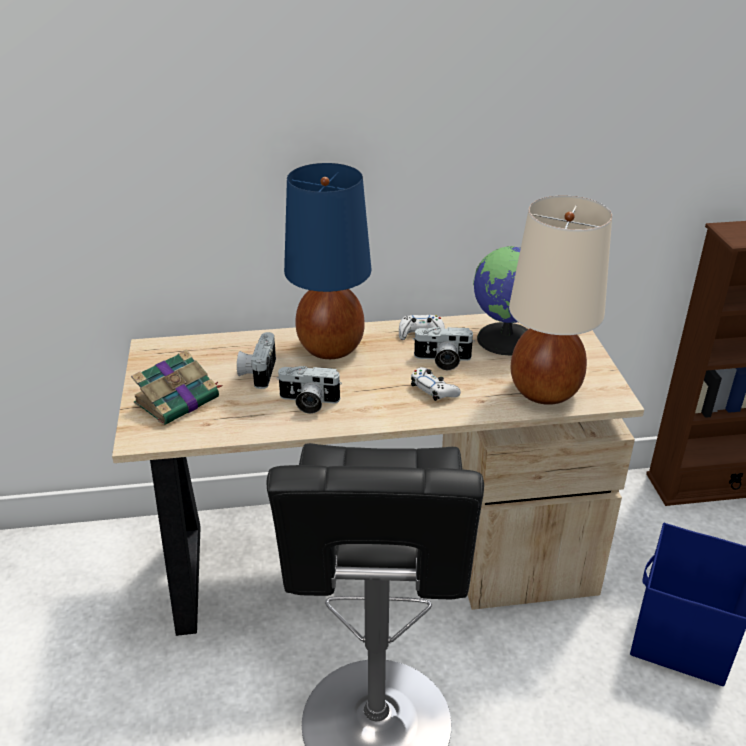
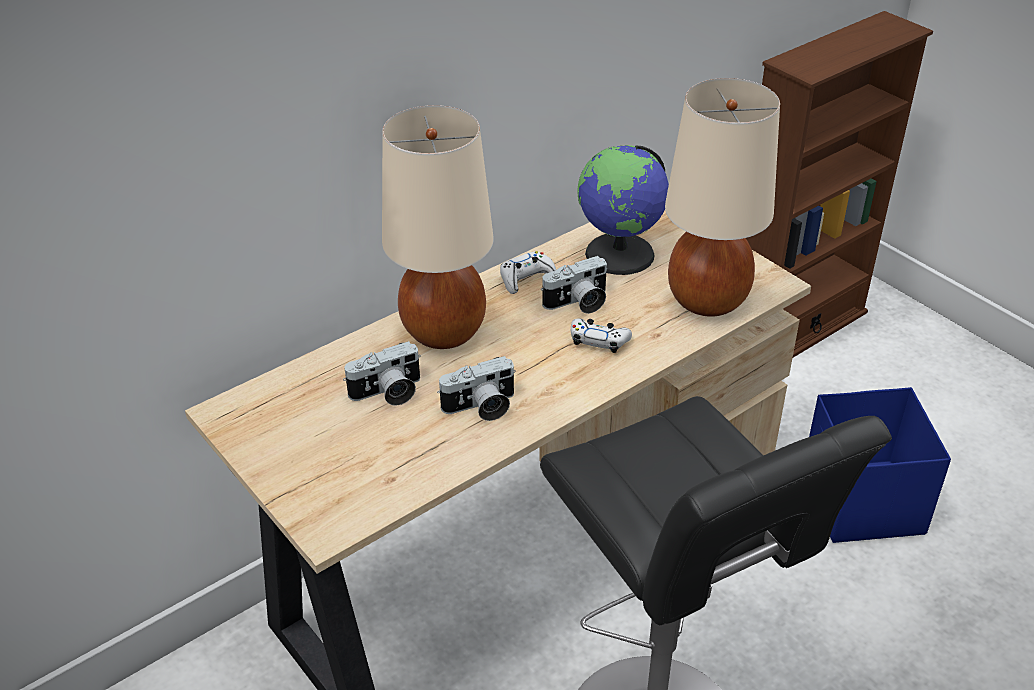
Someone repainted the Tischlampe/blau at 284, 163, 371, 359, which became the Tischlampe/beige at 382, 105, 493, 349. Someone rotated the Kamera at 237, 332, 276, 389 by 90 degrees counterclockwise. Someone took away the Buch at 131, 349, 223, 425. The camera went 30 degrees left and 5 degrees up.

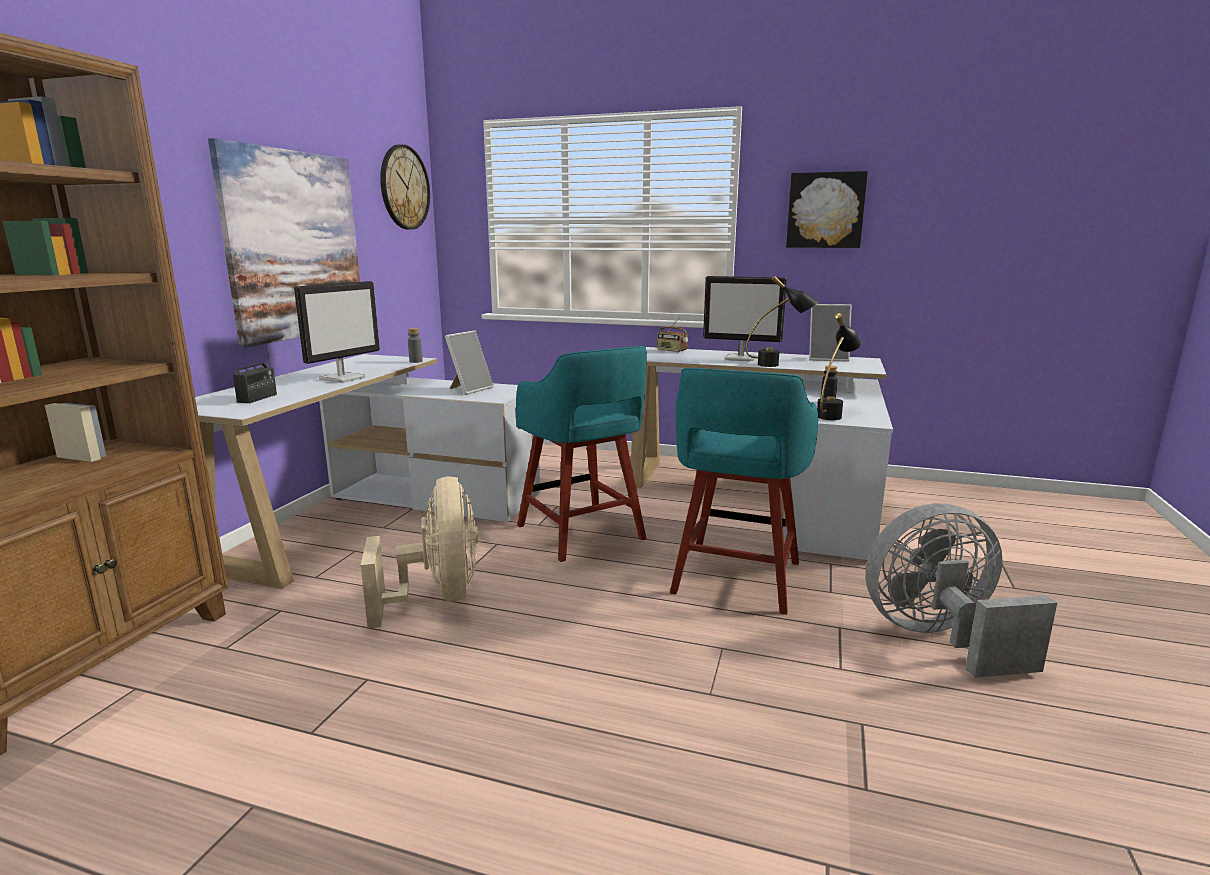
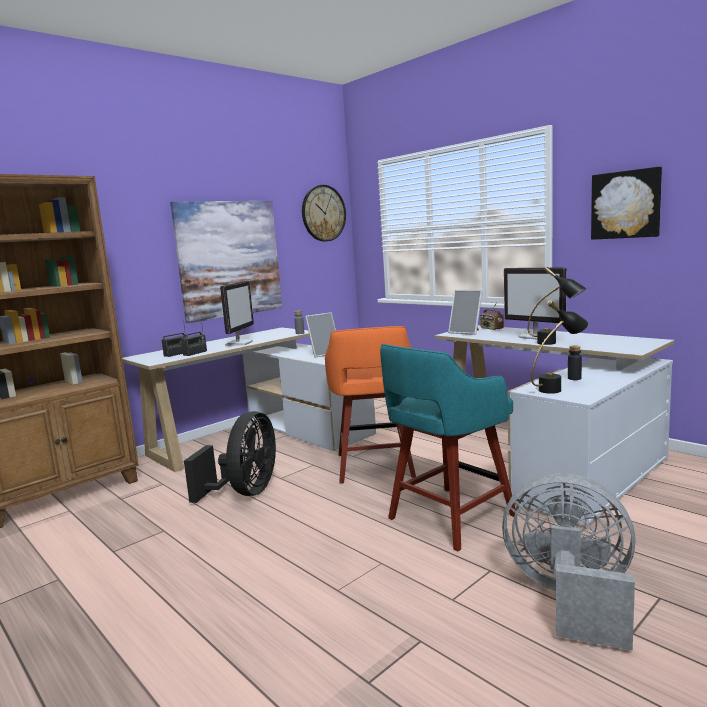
Someone rotated the Monitor at 294, 281, 380, 383 by 45 degrees counterclockwise. Someone carried the Bilderrahmen from 809, 304, 852, 362 to 448, 290, 482, 335. Someone repainted the Hocker/türkis at 515, 346, 647, 562, which became the Hocker/orange at 325, 326, 416, 484. Someone repainted the Ventilator/beige at 361, 476, 478, 628, which became the Ventilator/schwarz at 184, 411, 276, 503. Someone put down the Radio at 181, 320, 207, 356. The camera went 30 degrees right and 5 degrees down.

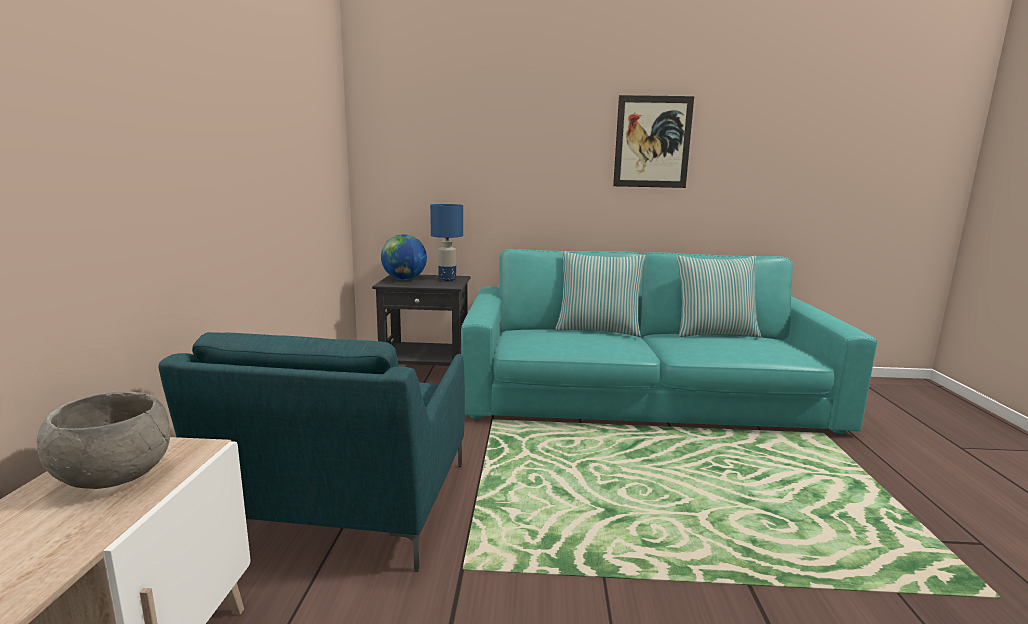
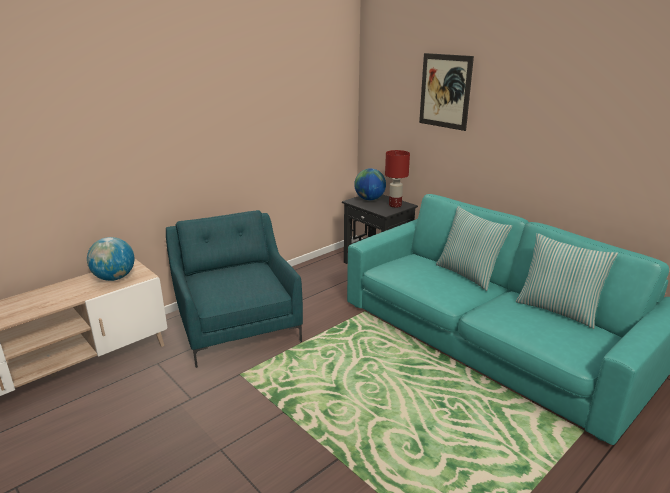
Someone carried the Bild from 613, 95, 694, 188 to 419, 53, 474, 131. Someone repainted the Tischlampe/blau at 430, 204, 463, 281, which became the Tischlampe/rot at 385, 150, 410, 208. Someone rotated the Sessel/türkis at 158, 332, 465, 572 by 105 degrees clockwise. Someone swapped the Schüssel/grau at 37, 391, 170, 489 for the Globus at 87, 237, 135, 281. The camera went 45 degrees right and 10 degrees up.

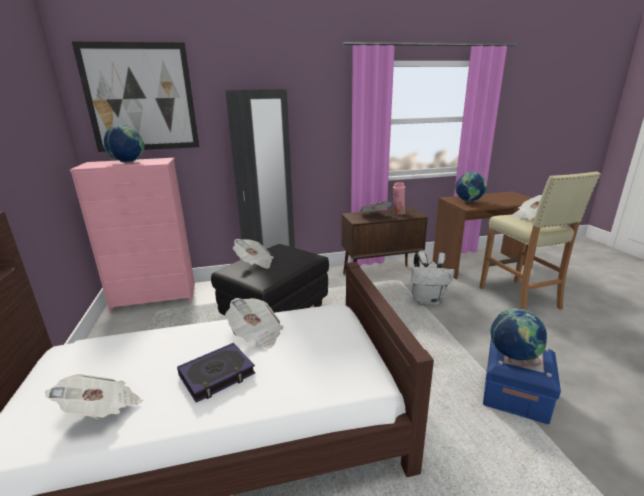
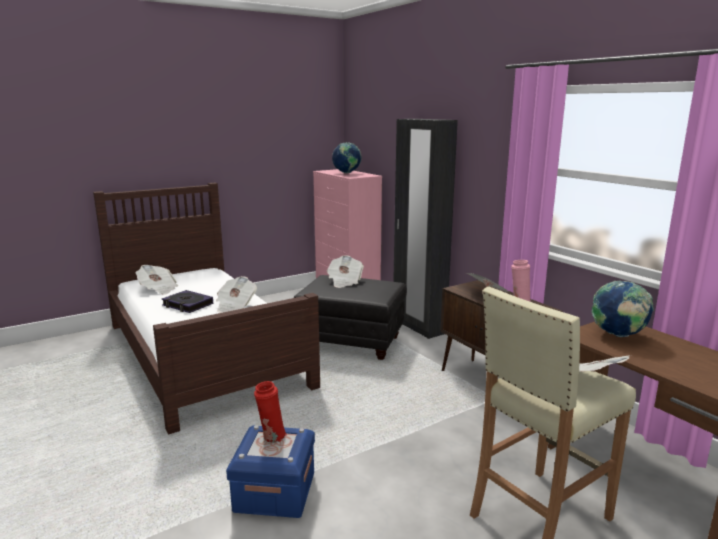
Someone took away the Bild at 72, 42, 199, 152. Someone took away the Rucksack/weiß at 411, 252, 455, 305. Someone swapped the Globus at 490, 308, 547, 361 for the Vase/rot at 254, 381, 287, 443. The camera went 70 degrees right and 5 degrees down.

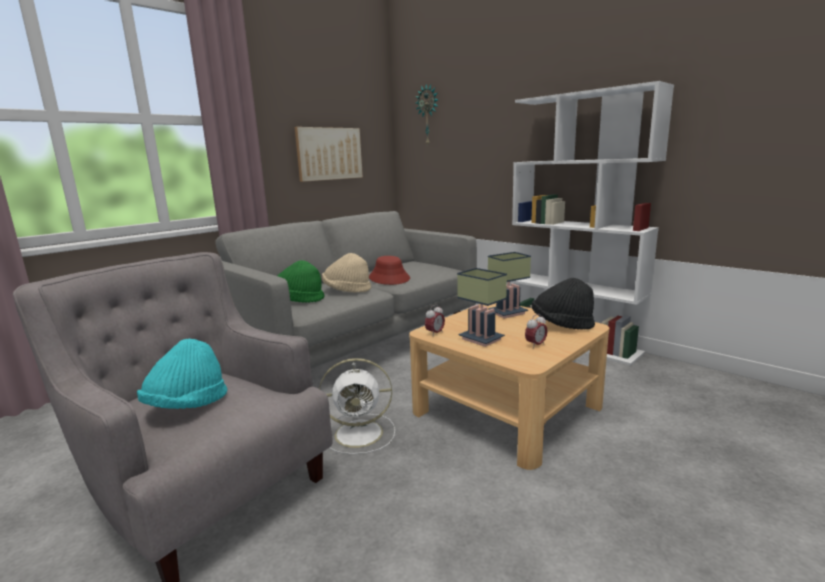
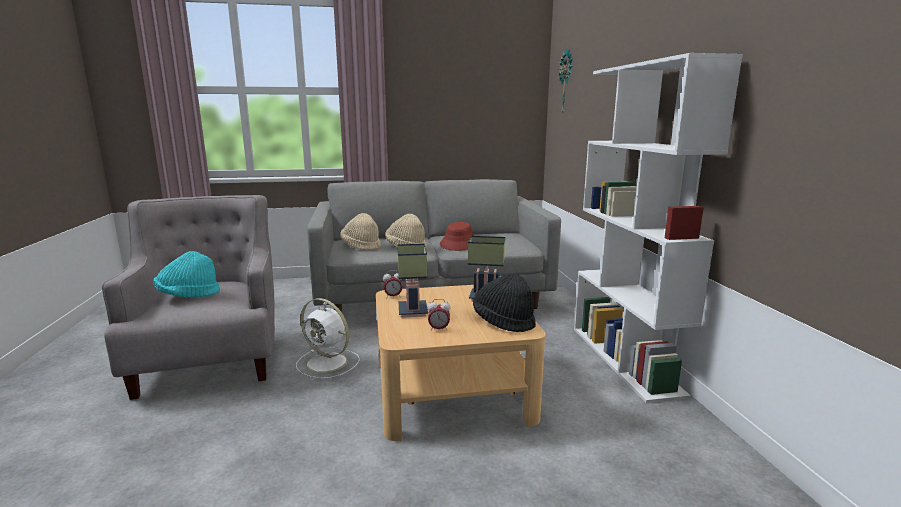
Someone took away the Bild at 295, 127, 363, 182. Someone repainted the Hut/grün at 278, 260, 325, 303, which became the Hut/beige at 340, 213, 381, 251. The camera went 35 degrees right and 0 degrees up.

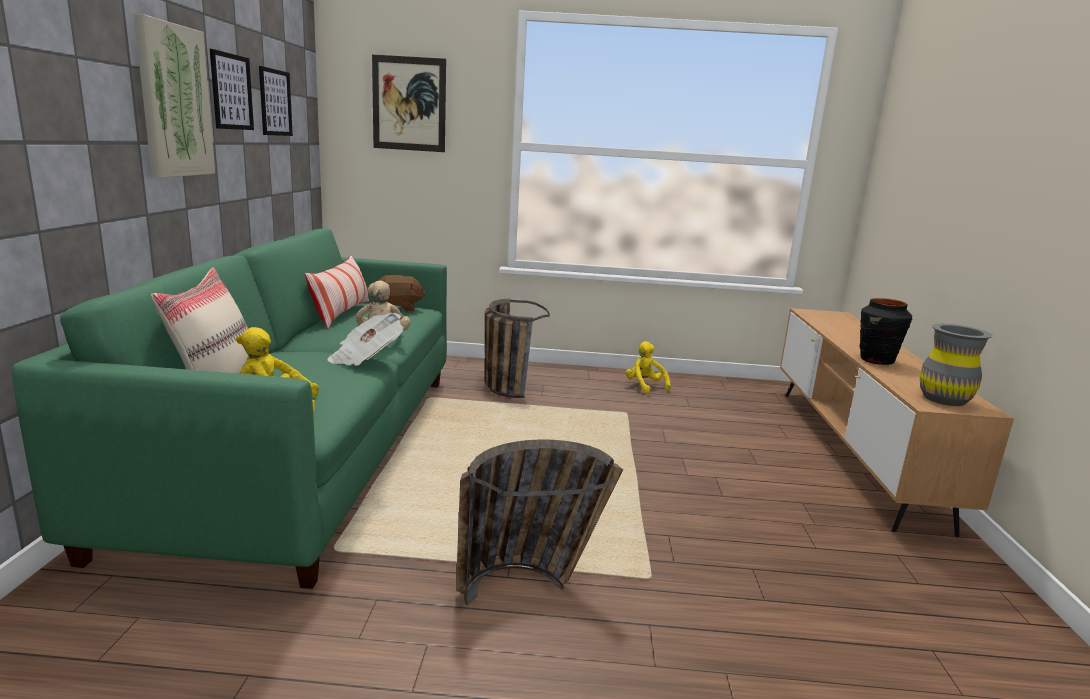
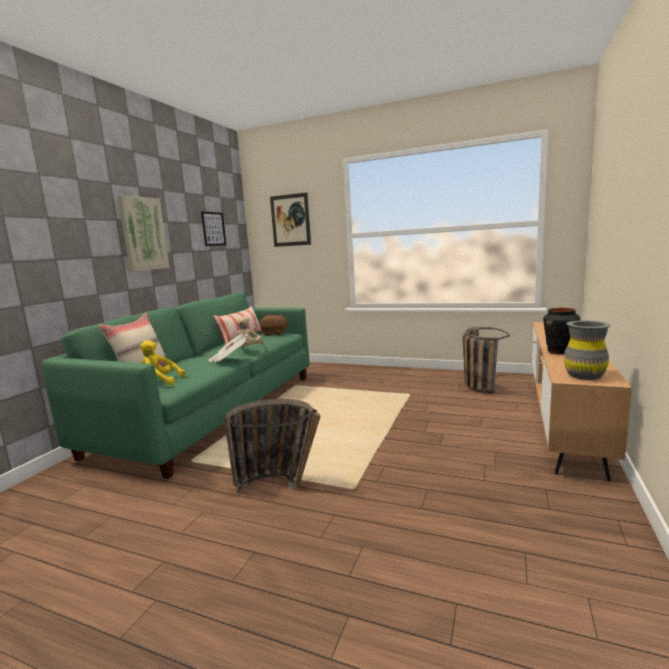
Someone took away the Bild at 210, 49, 254, 130. Someone carried the Korb from 485, 299, 550, 398 to 462, 327, 510, 393. Someone took away the Plüschtier/gelb at 626, 341, 671, 394. The camera went 20 degrees right and 5 degrees down.

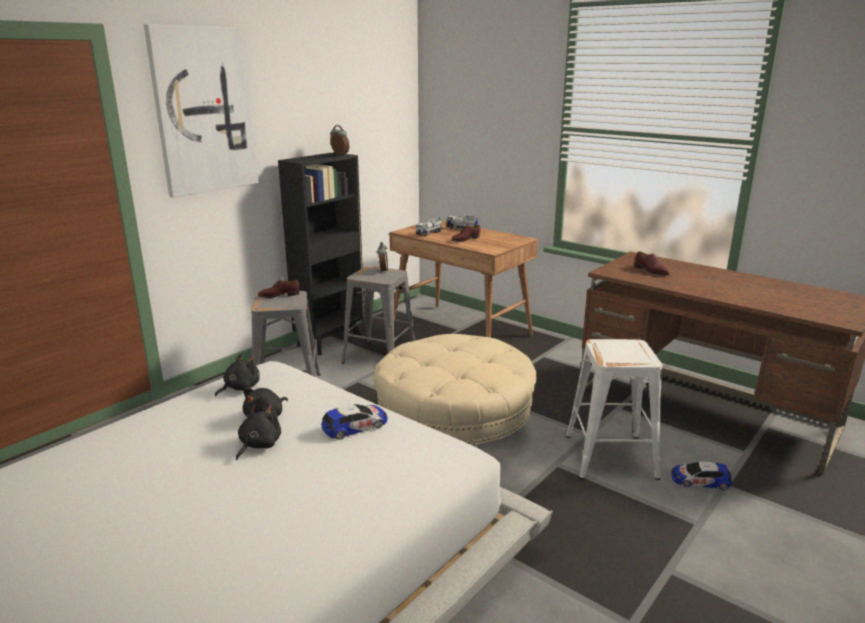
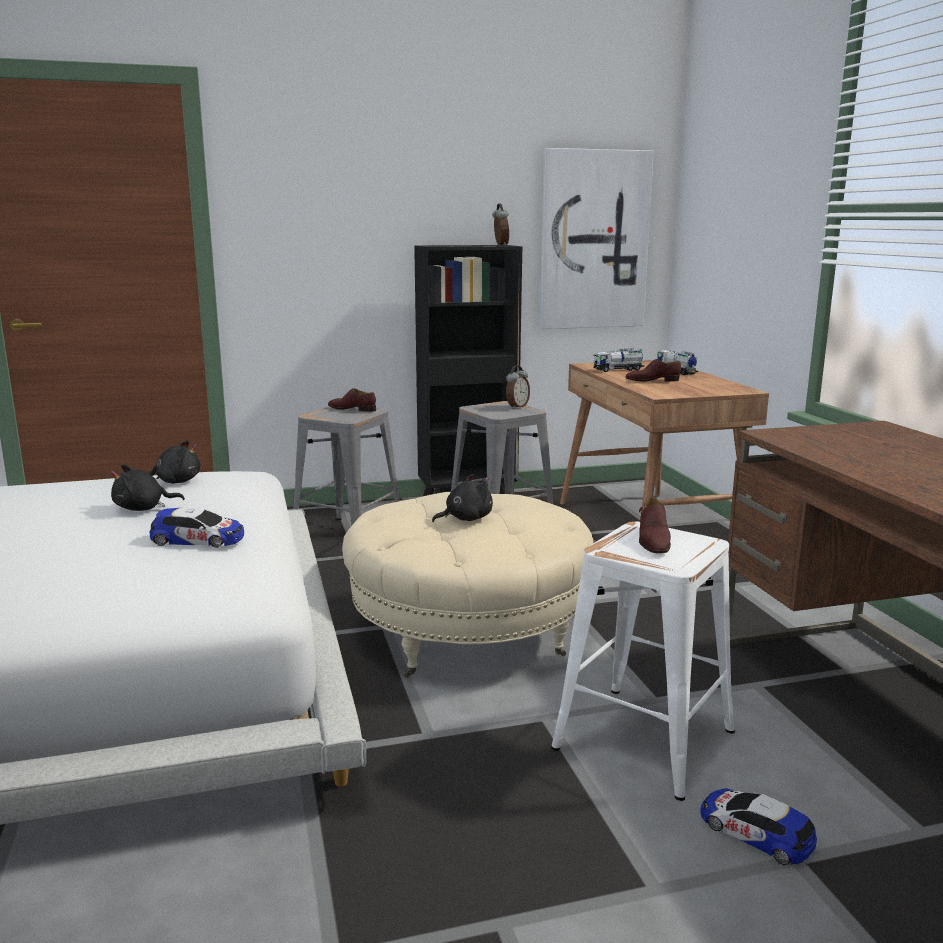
Someone carried the Bild from 144, 24, 259, 198 to 539, 148, 654, 329. Someone carried the Schuh/braun from 634, 251, 670, 275 to 639, 497, 671, 554. Someone carried the Plüschtier/schwarz from 236, 405, 281, 460 to 432, 474, 493, 522. The camera went 35 degrees right and 5 degrees down.

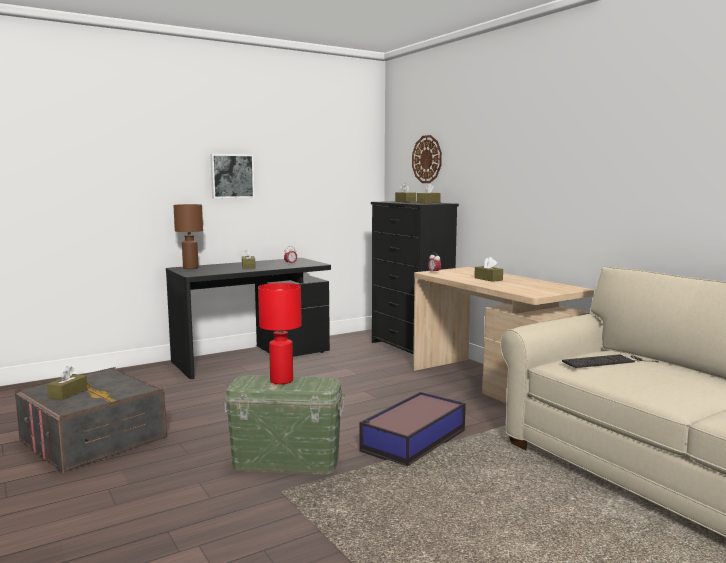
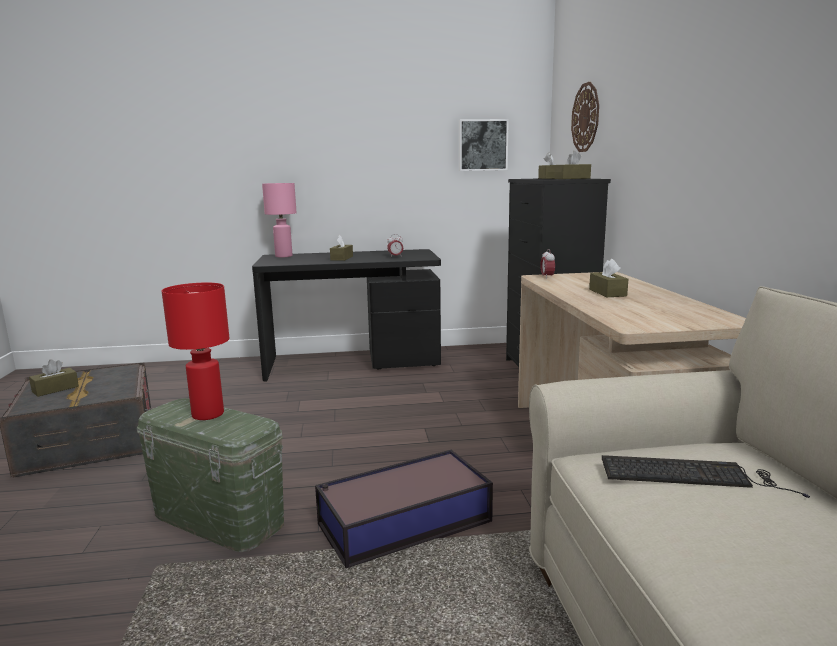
Someone carried the Bild from 210, 154, 255, 198 to 459, 119, 509, 171. Someone repainted the Tischlampe/braun at 173, 204, 203, 269, which became the Tischlampe/rosa at 262, 183, 297, 258. The camera went 25 degrees right and 5 degrees up.

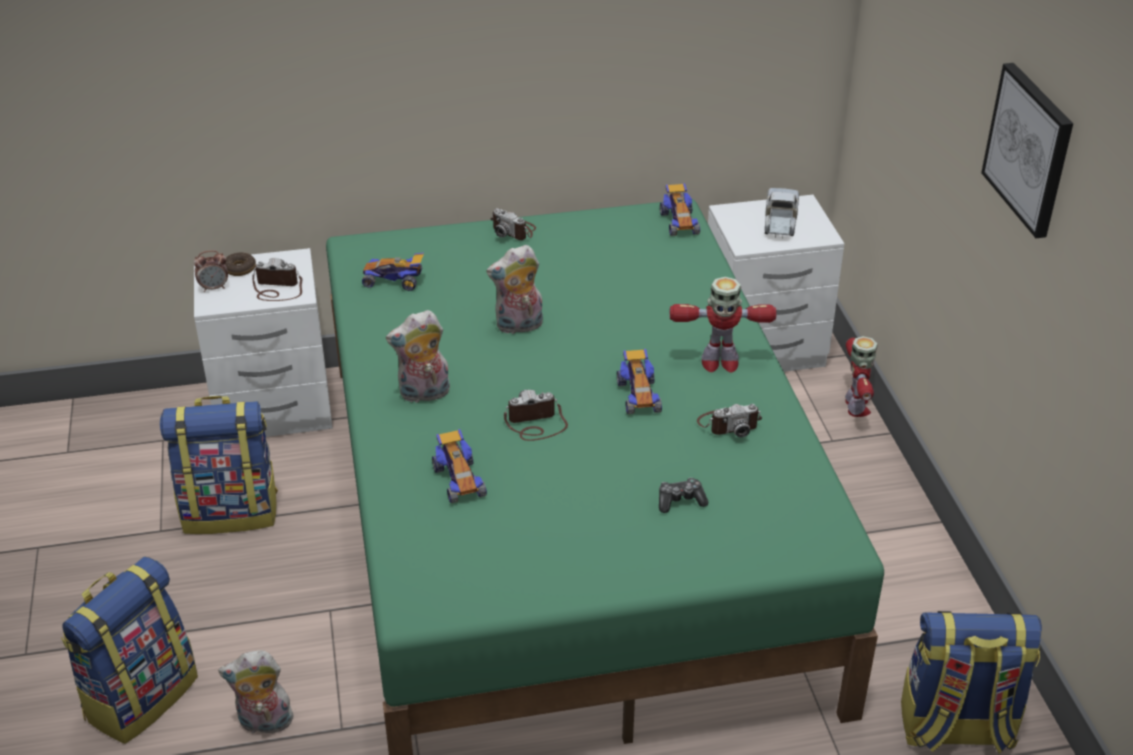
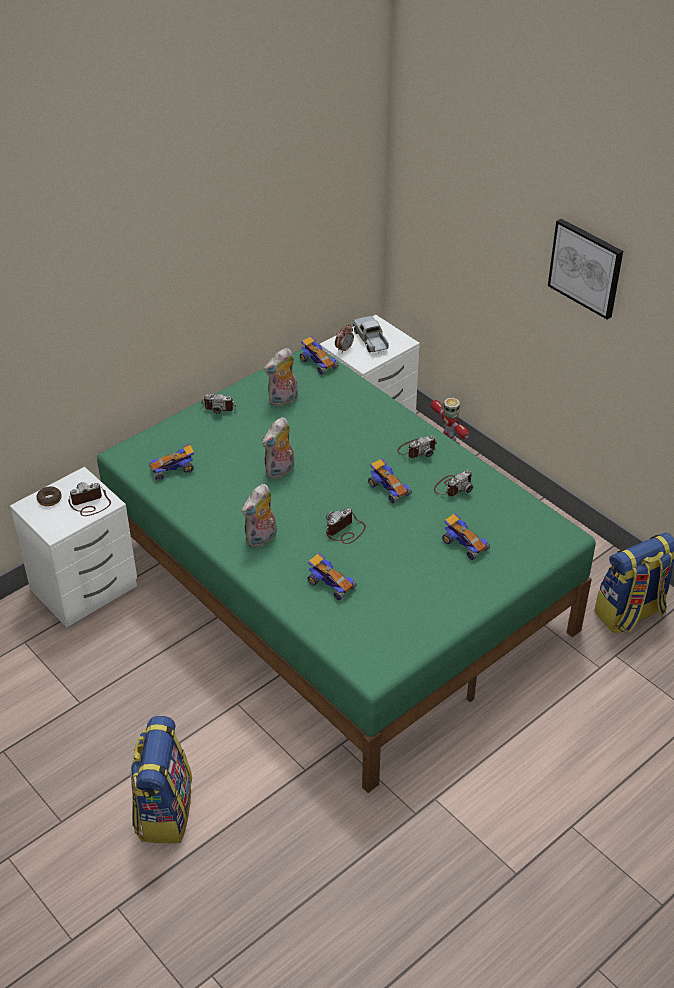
Someone carried the Wecker from 194, 250, 228, 292 to 335, 324, 354, 353. Someone swapped the Spielzeugroboter at 669, 277, 776, 372 for the Kamera at 397, 435, 437, 458. Someone took away the Rucksack at 160, 396, 278, 534. Someone swapped the Gamepad at 659, 478, 708, 513 for the Spielzeugauto at 442, 513, 490, 560. Someone carried the Plüschtier from 218, 650, 294, 736 to 264, 348, 298, 406. The camera went 30 degrees left and 5 degrees up.

